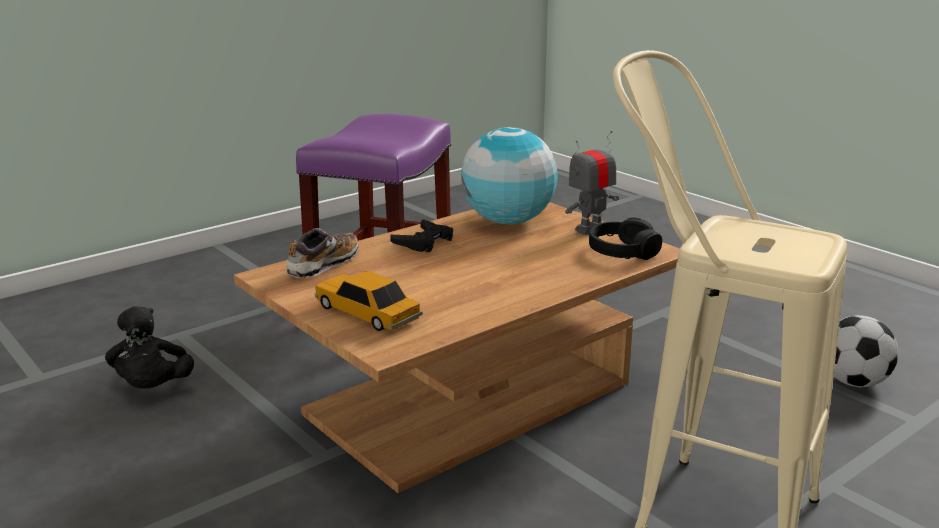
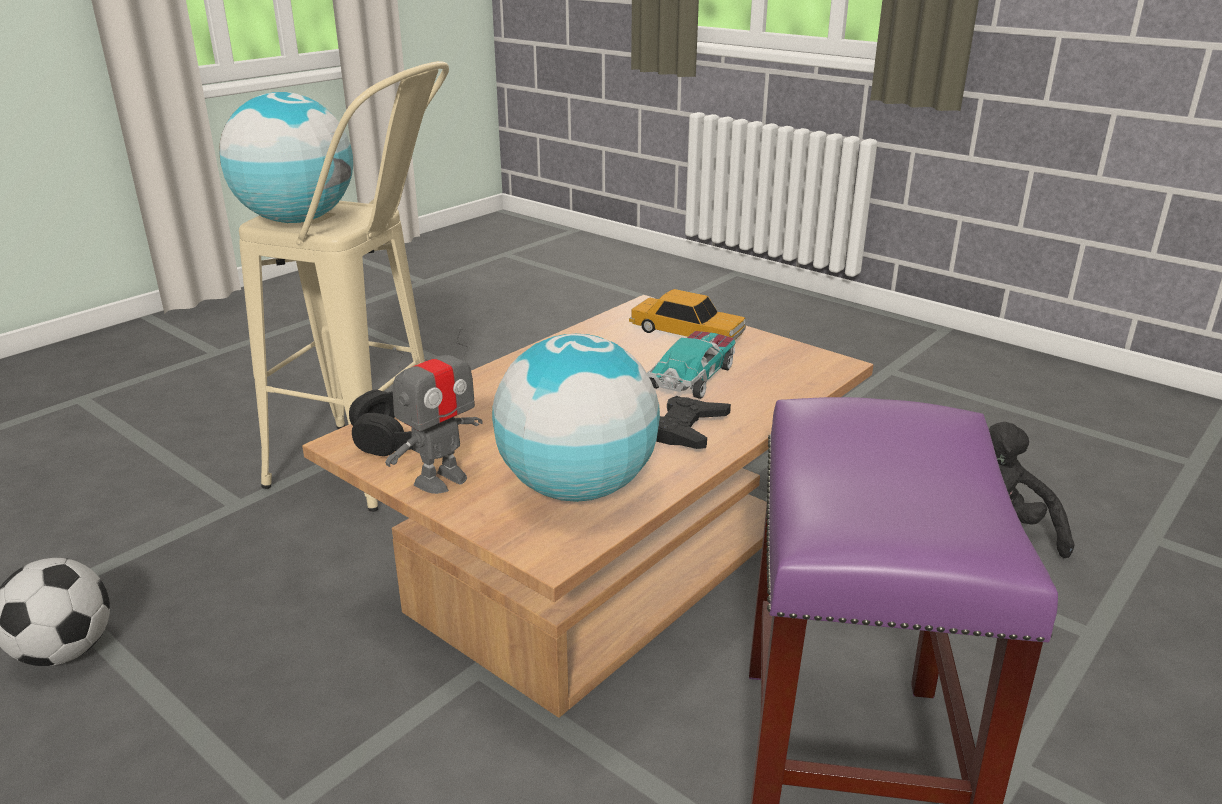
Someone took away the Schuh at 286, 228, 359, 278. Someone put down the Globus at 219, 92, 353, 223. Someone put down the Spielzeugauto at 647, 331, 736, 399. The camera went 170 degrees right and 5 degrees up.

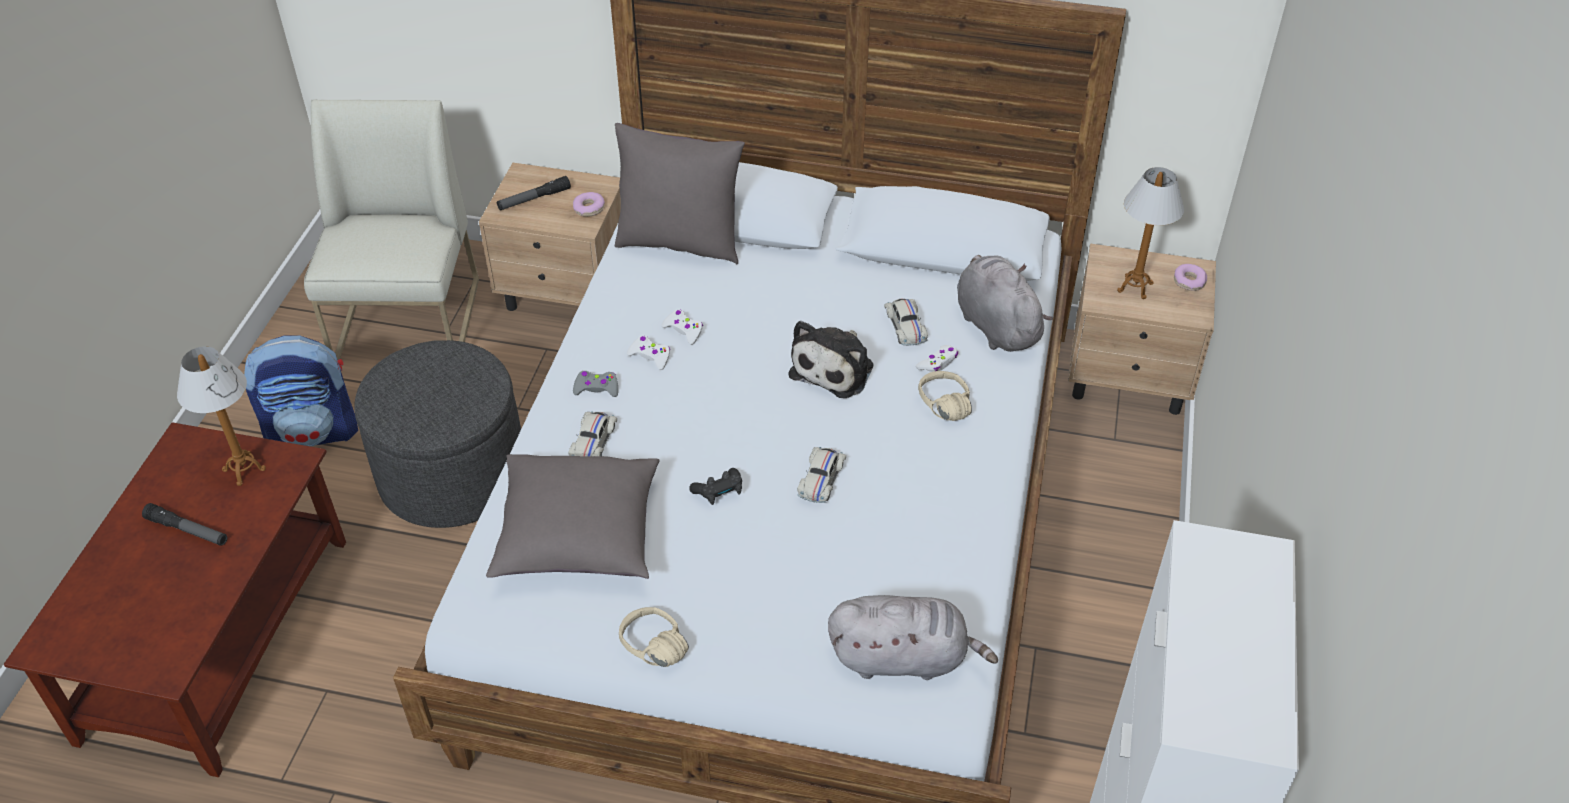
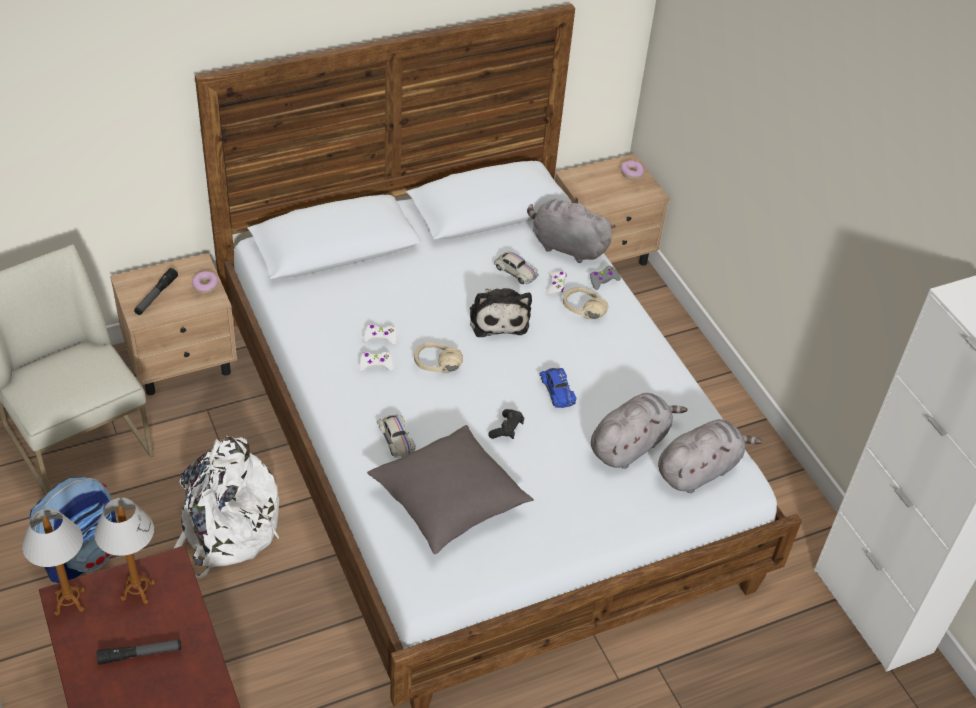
Someone took away the Kissen/grau at 615, 123, 745, 264. Someone carried the Tischlampe from 1117, 167, 1184, 299 to 22, 508, 85, 616. Someone swapped the Polsterhocker/grau at 354, 340, 521, 528 for the Rucksack/weiß at 174, 436, 279, 578. Someone carried the Gamepad/grau from 573, 371, 618, 397 to 590, 266, 621, 290. Someone repainted the Spielzeugauto/weiß at 797, 447, 846, 503, which became the Spielzeugauto/blau at 540, 368, 576, 408. Someone carried the Kopfhörer/beige from 619, 607, 689, 667 to 414, 343, 463, 374. Someone put down the Plüschtier/grau at 591, 393, 687, 469. The camera went 40 degrees left and 0 degrees up.

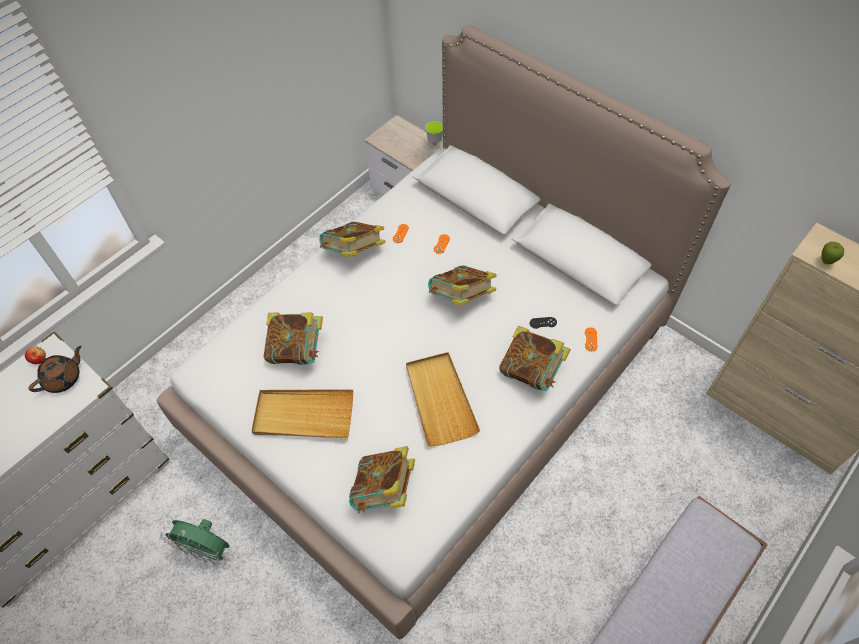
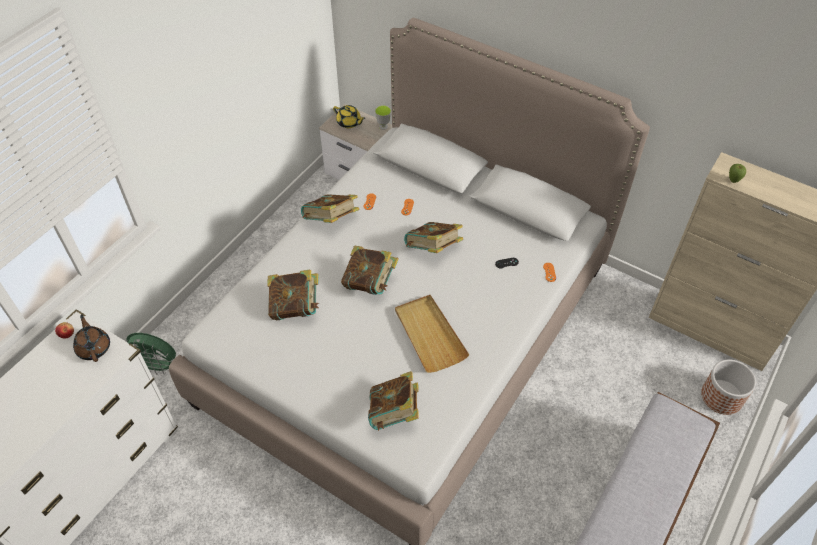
Someone carried the Buch from 499, 326, 571, 391 to 341, 245, 399, 295. Someone rotated the Teekanne/braun at 29, 346, 81, 393 by 60 degrees counterclockwise. Someone took away the Tablett/beige at 251, 389, 353, 438. Someone carried the Ventilator/grün from 160, 519, 230, 566 to 126, 333, 176, 375. Someone put down the Teekanne/gelb at 333, 105, 366, 128. Someone put down the Pflanzkübel at 701, 359, 756, 415. The camera went 10 degrees left and 5 degrees down.

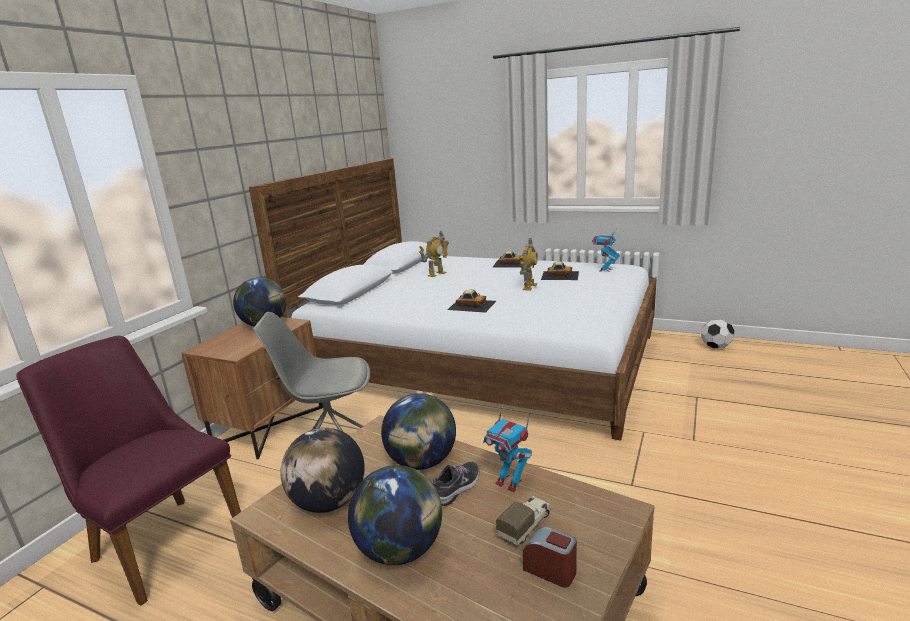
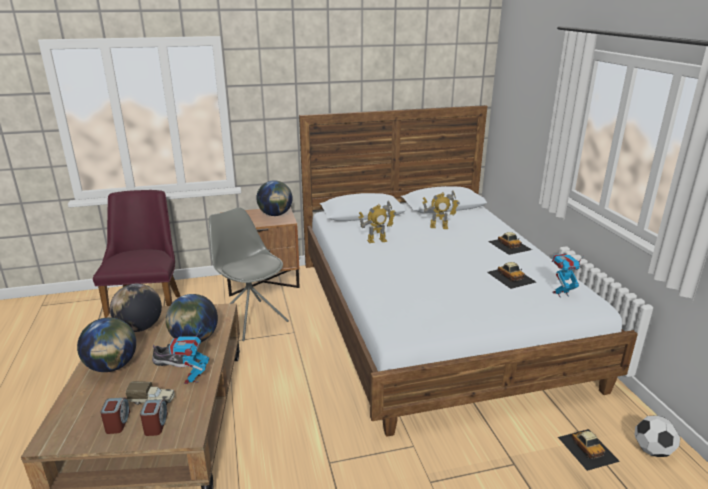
Someone carried the Spielzeugroboter from 520, 238, 538, 291 to 359, 200, 396, 243. Someone carried the Spielzeugauto from 447, 290, 496, 313 to 558, 429, 620, 471. Someone put down the Wecker at 140, 399, 168, 436. The camera went 50 degrees right and 5 degrees up.

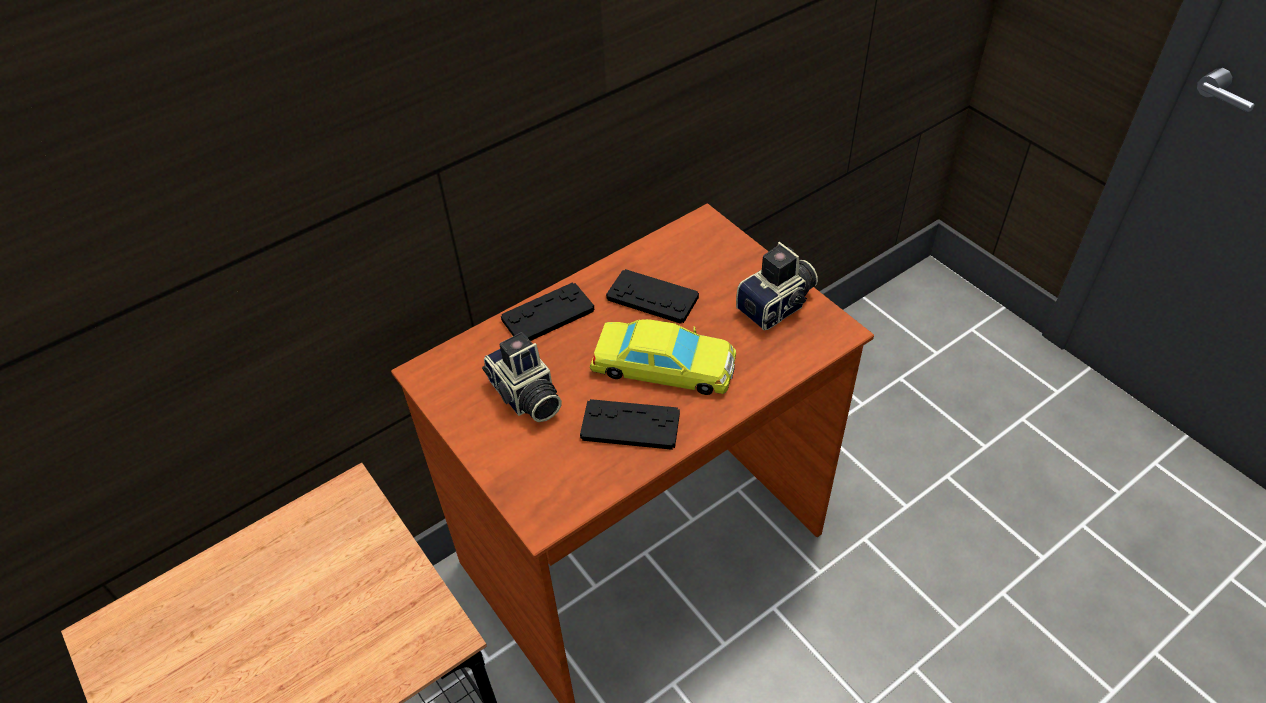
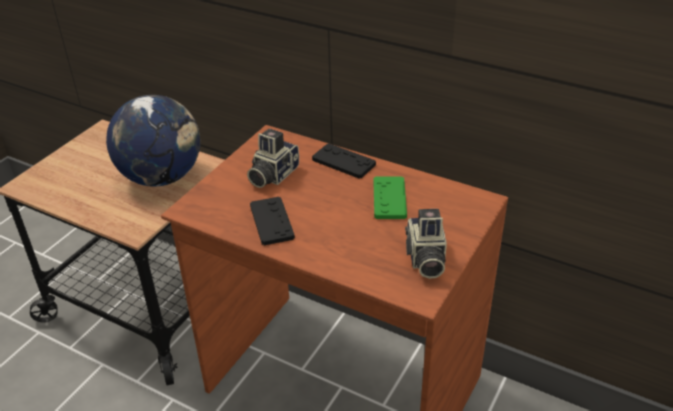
Someone rotated the Kamera at 736, 242, 818, 330 by 60 degrees clockwise. Someone repainted the Gamepad/schwarz at 606, 269, 699, 324, which became the Gamepad/grün at 373, 176, 407, 219. Someone took away the Spielzeugauto/gelb at 590, 319, 736, 395. Someone put down the Globus at 106, 95, 200, 187. The camera went 65 degrees right and 10 degrees down.

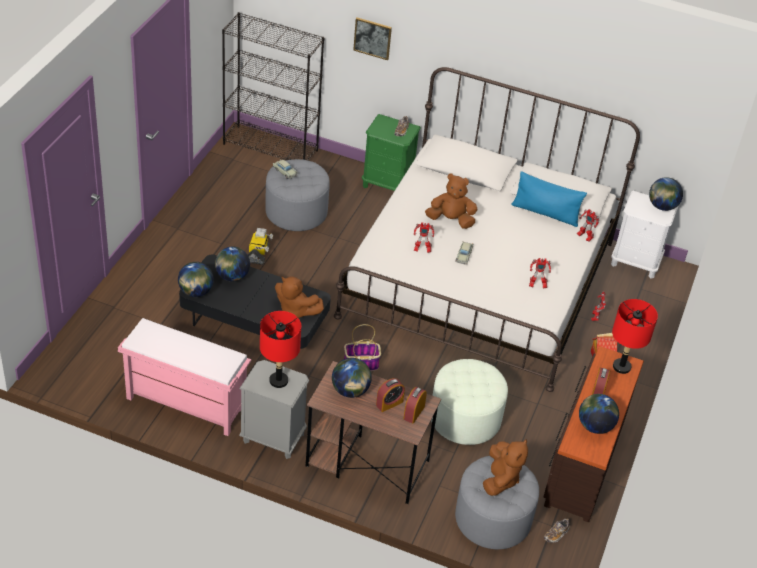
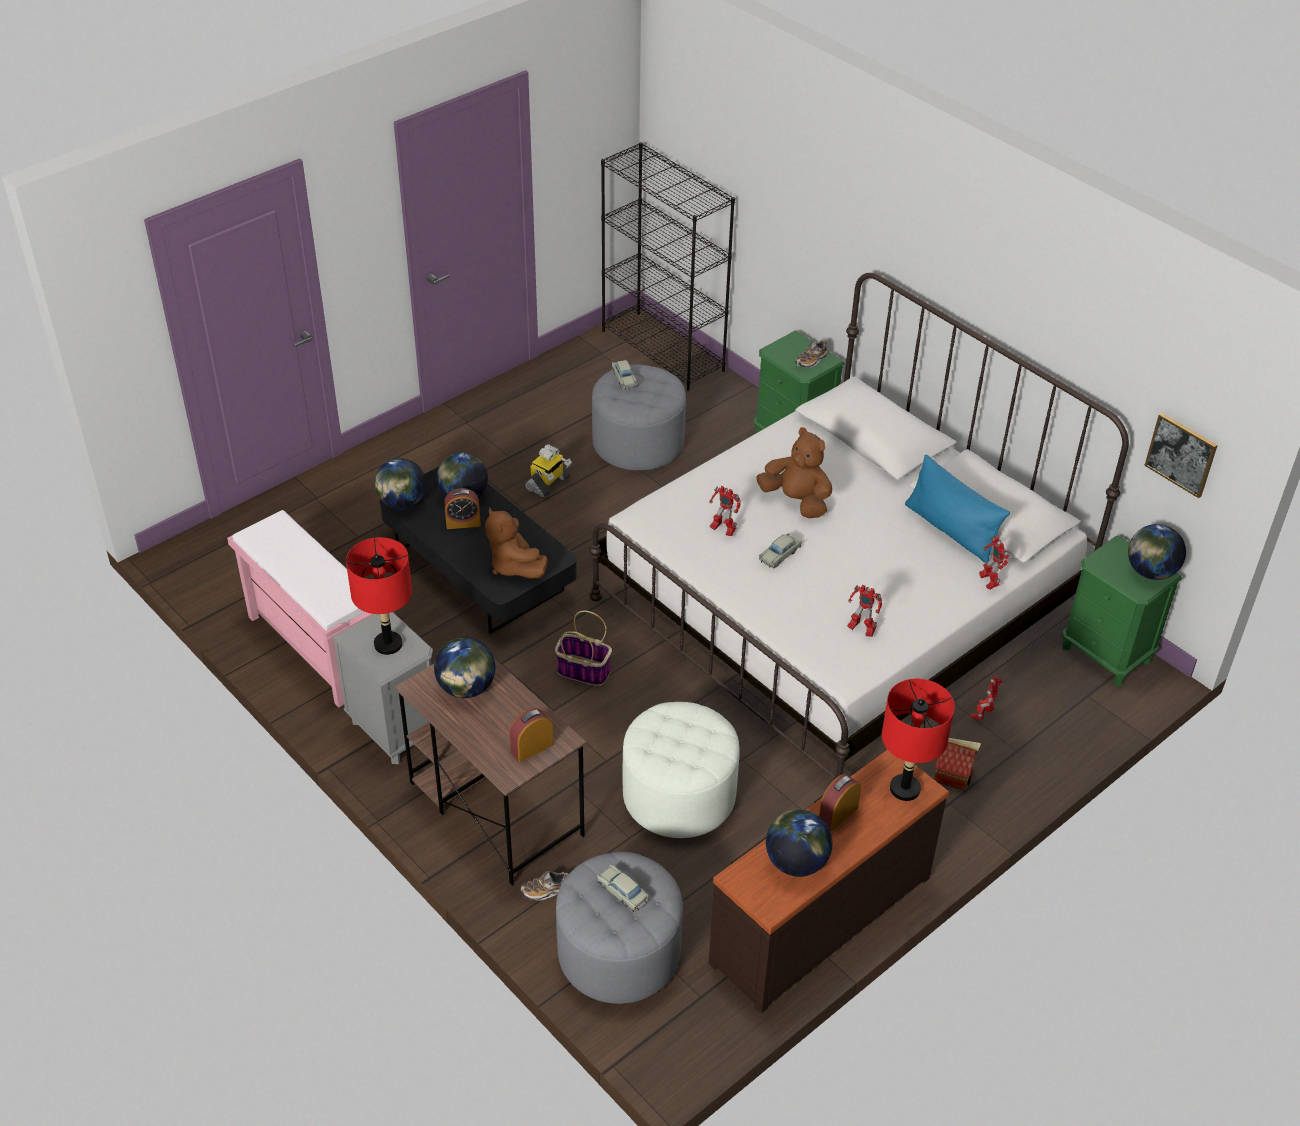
Someone carried the Bild from 353, 18, 392, 60 to 1144, 413, 1218, 498. Someone repainted the Nachttisch/weiß at 611, 191, 679, 279, which became the Nachttisch/grün at 1062, 535, 1182, 686. Someone carried the Wecker from 376, 378, 405, 412 to 445, 488, 481, 529. Someone swapped the Plüschtier/braun at 483, 439, 528, 496 for the Spielzeugauto/beige at 597, 864, 649, 912. Someone carried the Schuh from 544, 519, 570, 543 to 520, 871, 569, 901. The camera went 30 degrees right and 0 degrees up.

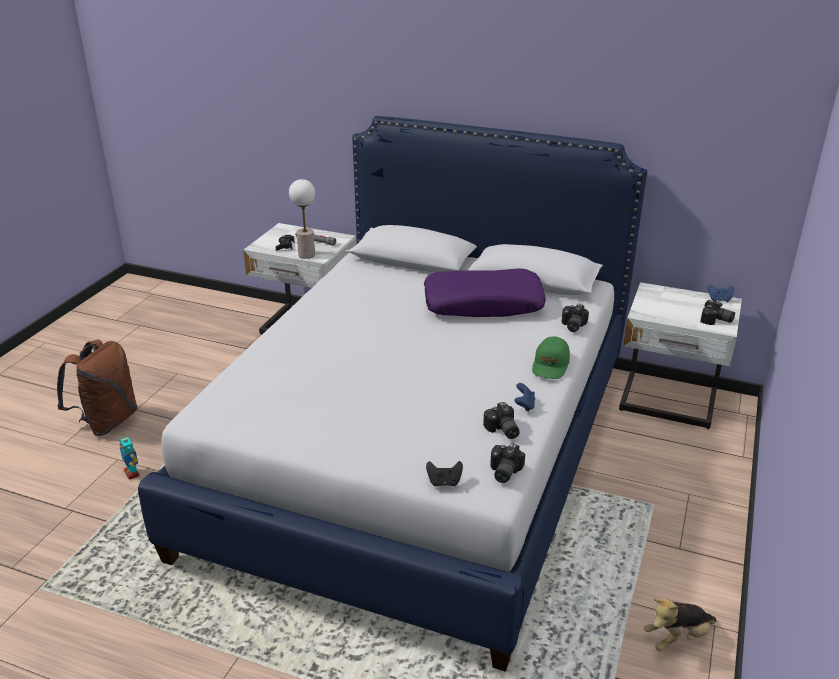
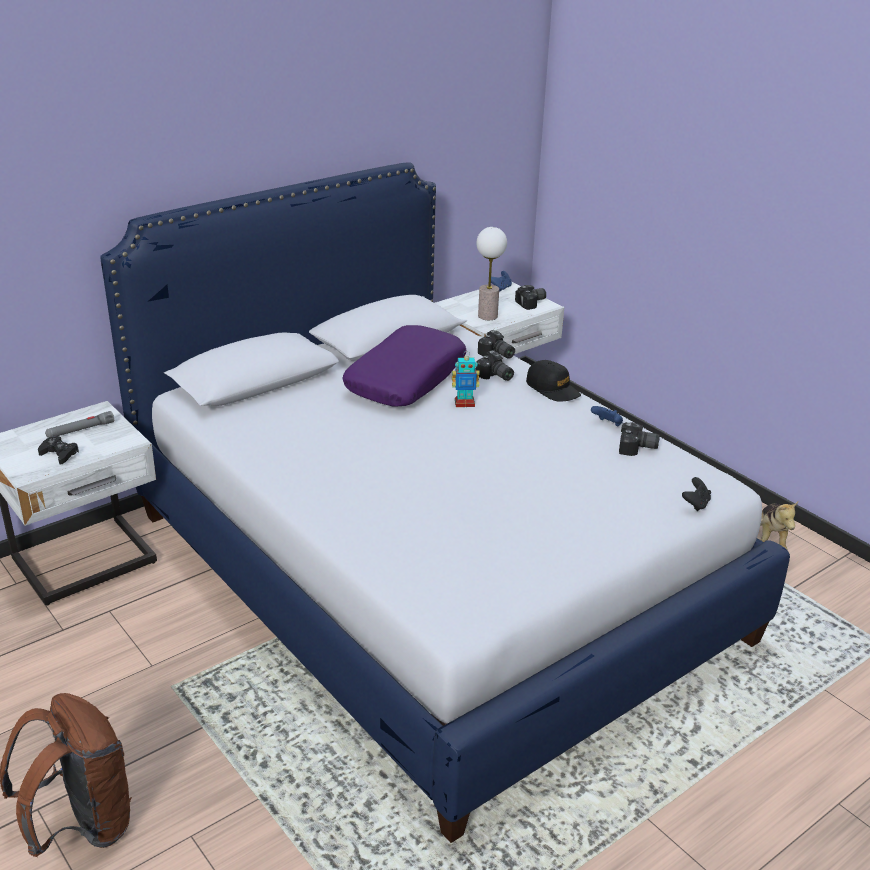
Someone carried the Tischlampe from 289, 179, 315, 259 to 476, 227, 507, 320. Someone repainted the Kappe/grün at 532, 337, 570, 379, which became the Kappe/schwarz at 526, 360, 581, 402. Someone carried the Spielzeugroboter from 120, 437, 140, 480 to 452, 351, 480, 407. Someone carried the Kamera from 490, 443, 525, 483 to 476, 350, 514, 381. The camera went 60 degrees left and 0 degrees up.

